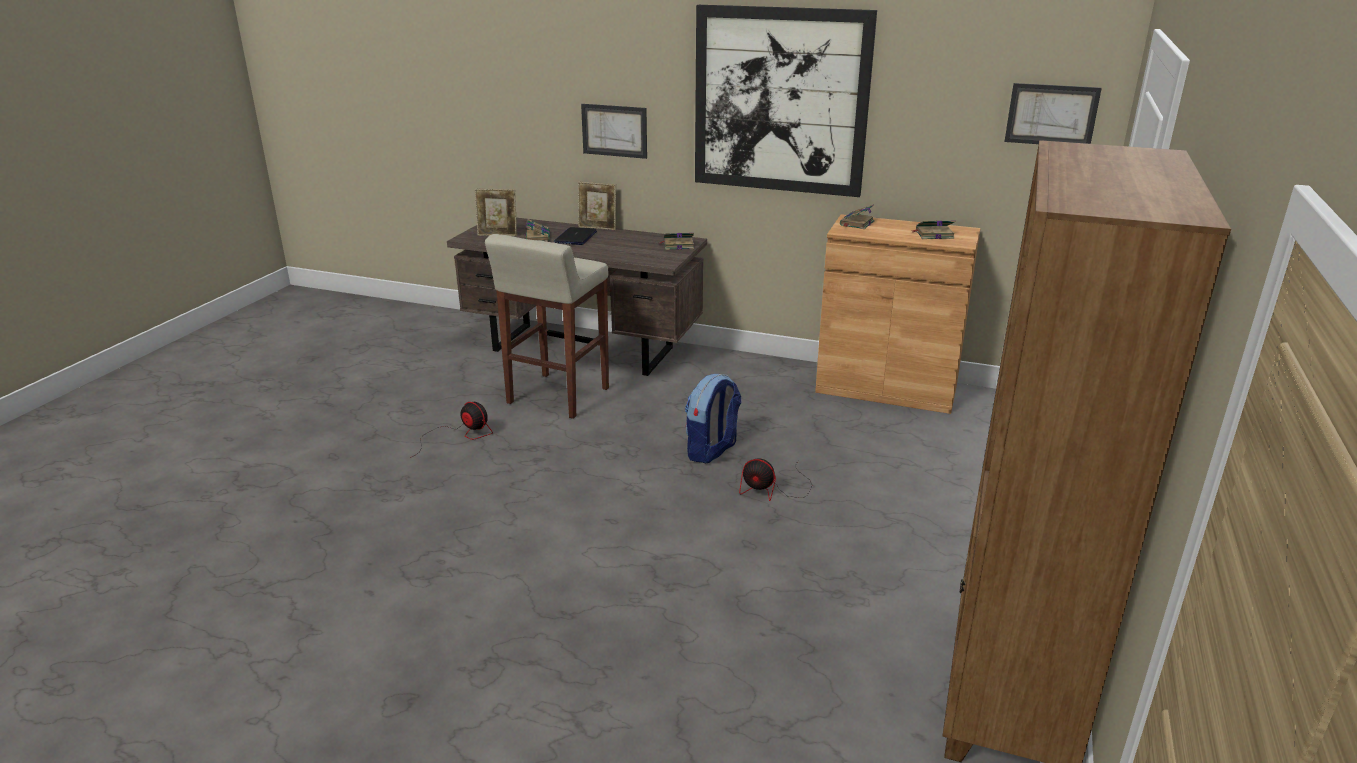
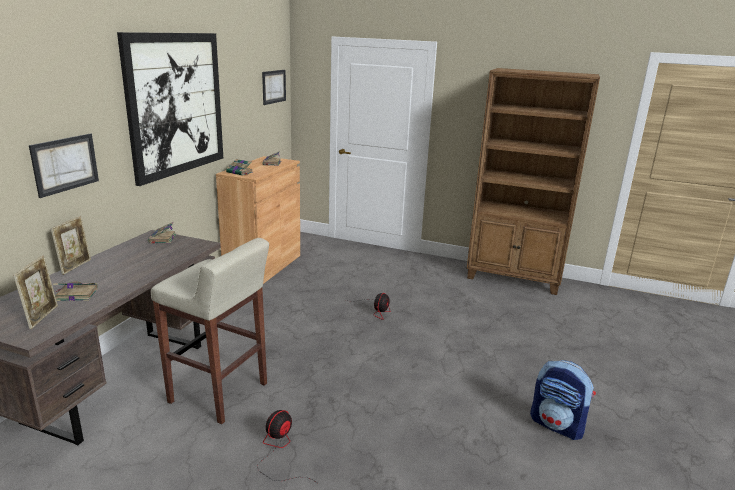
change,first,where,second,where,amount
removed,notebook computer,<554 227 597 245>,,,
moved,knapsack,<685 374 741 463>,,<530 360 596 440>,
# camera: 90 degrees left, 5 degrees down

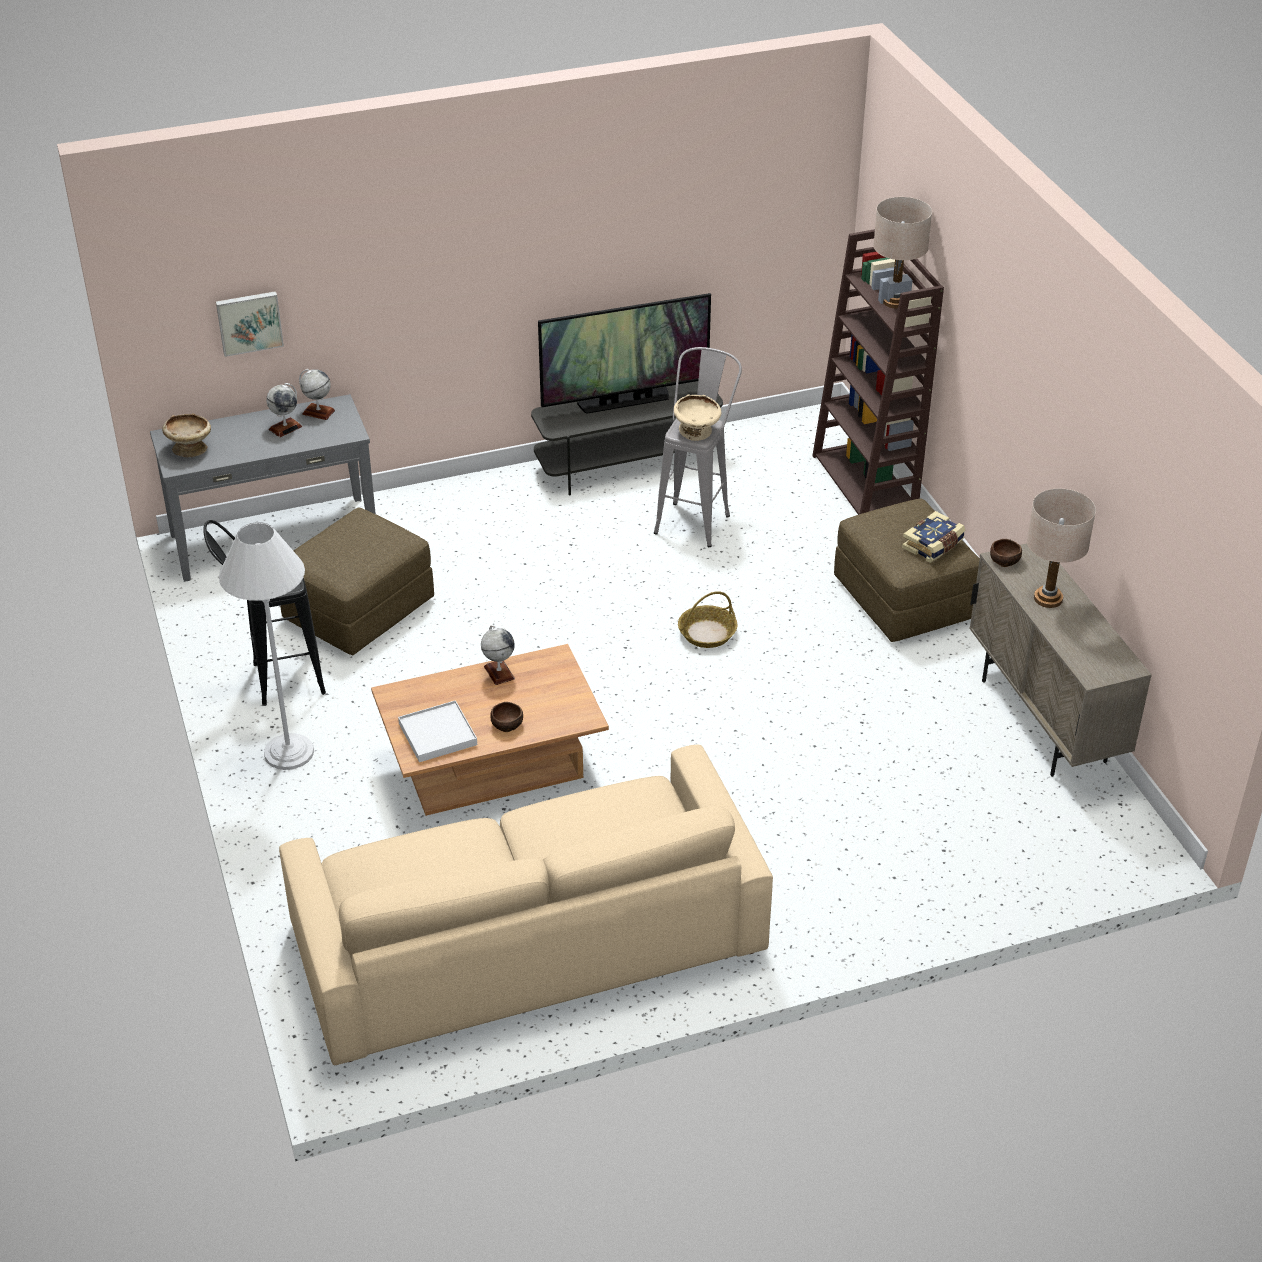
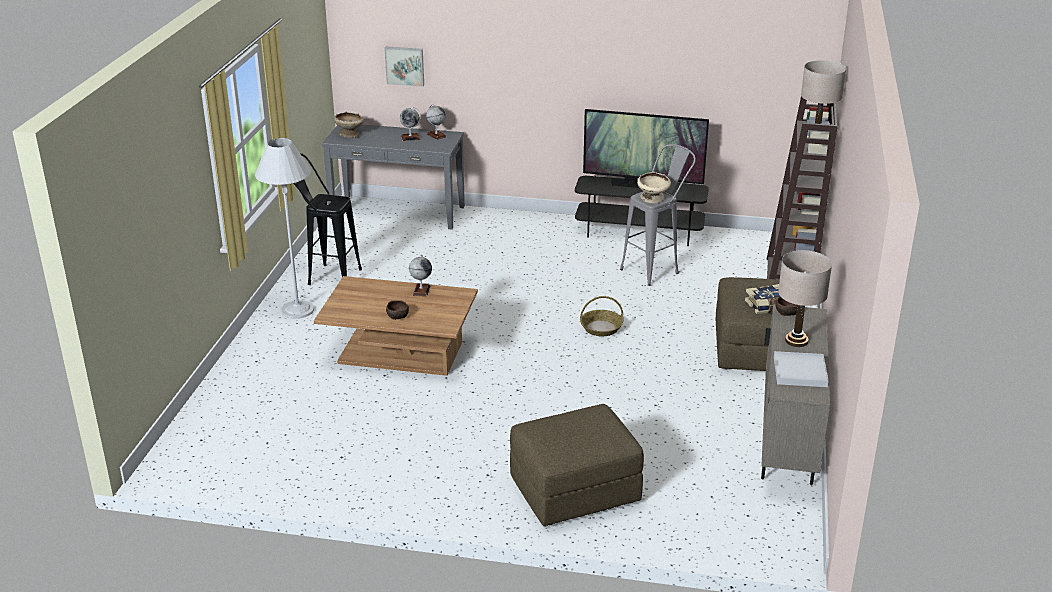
change,first,where,second,where,amount
moved,brown footrest,<280 508 434 655>,,<510 404 644 526>,
moved,white-coloured tray,<398 700 477 762>,,<774 351 829 387>,
removed,beige-coloured settee,<279 745 773 1065>,,,
# camera: 30 degrees right, 10 degrees down

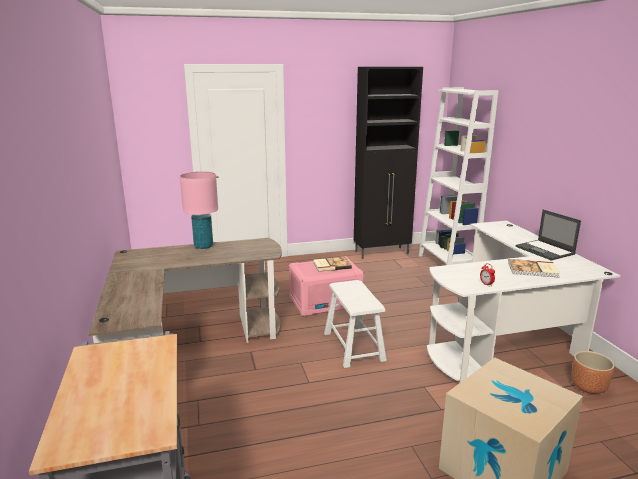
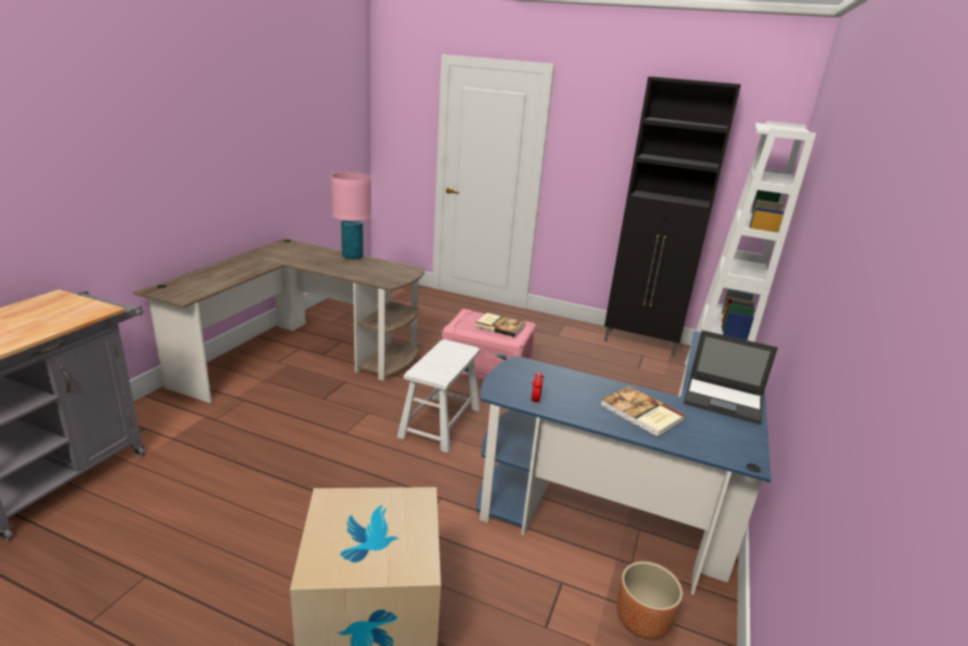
change,first,where,second,where,amount
turned,notebook computer,<516 210 581 261>,,<683 330 778 425>,75 degrees counterclockwise
recoloured,white-coloured desk table,<427 221 621 383>,blue desk table,<477 331 771 595>,
# camera: 35 degrees right, 5 degrees up

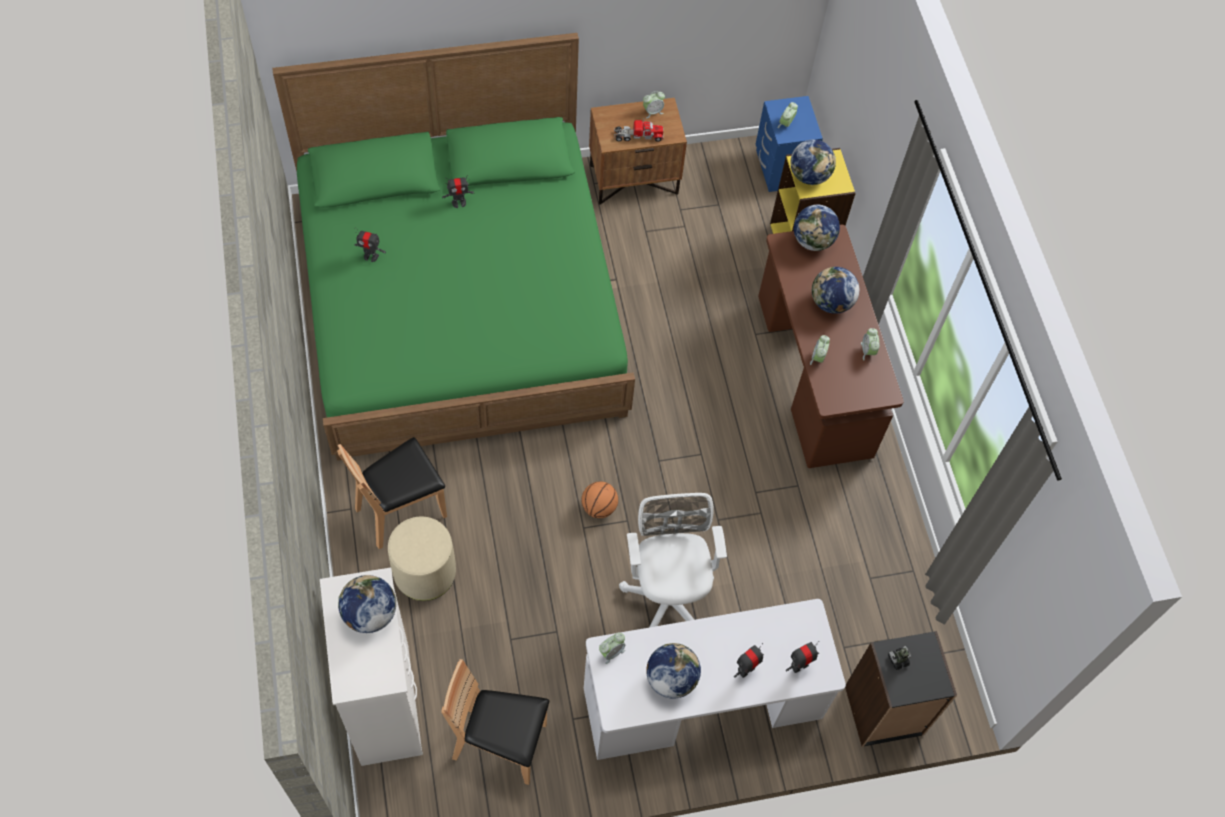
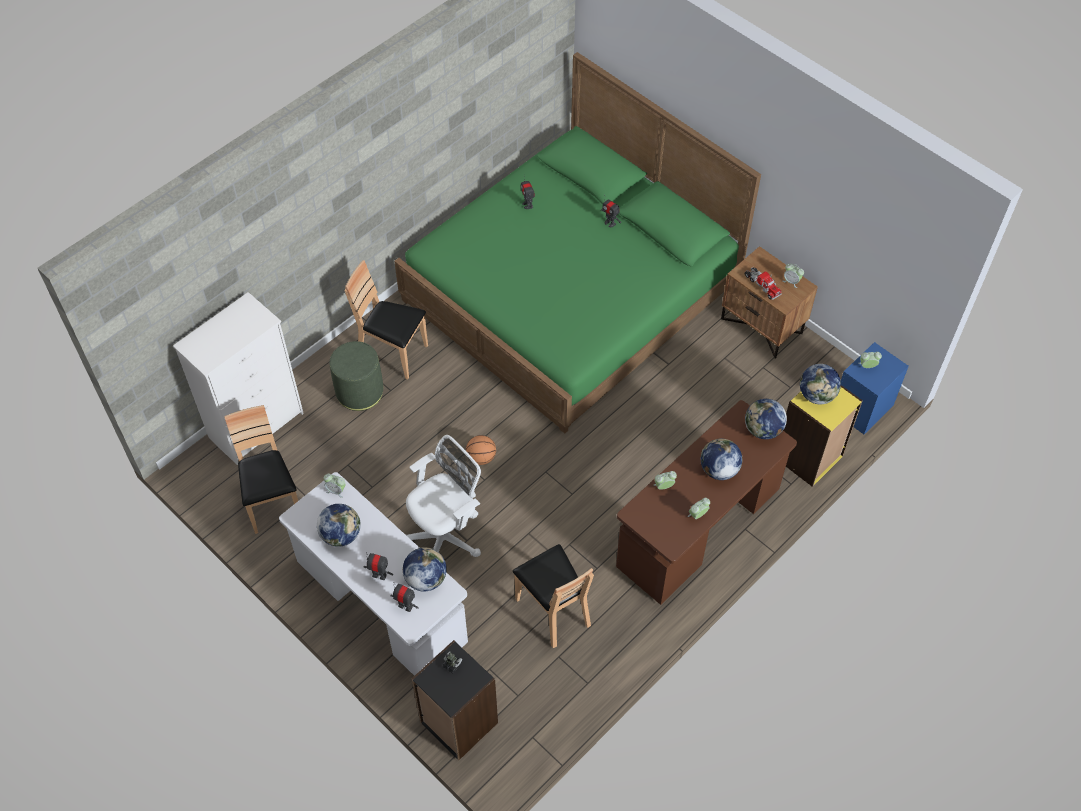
change,first,where,second,where,amount
recoloured,beige-coloured footrest,<388 517 456 601>,green-coloured footrest,<330 341 383 411>,
moved,world globe,<338 575 396 633>,,<403 547 447 592>,
added,,,brown plain chair,<513 544 594 648>,
# camera: 60 degrees right, 5 degrees down

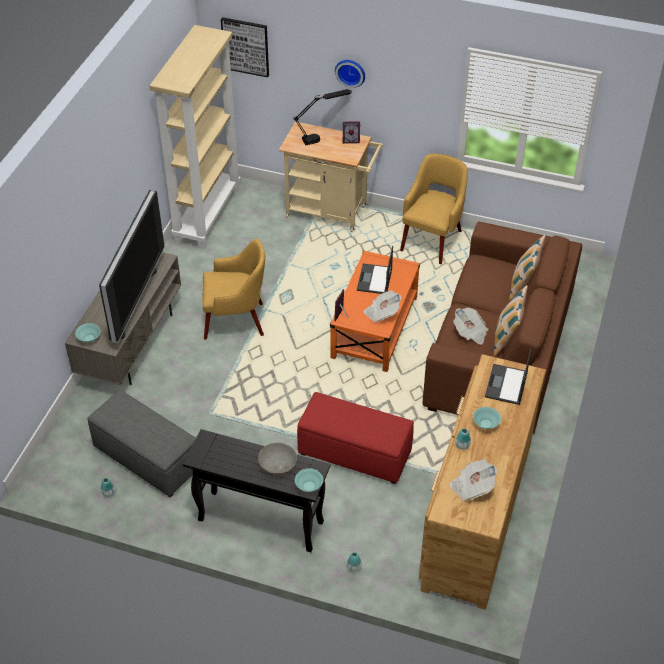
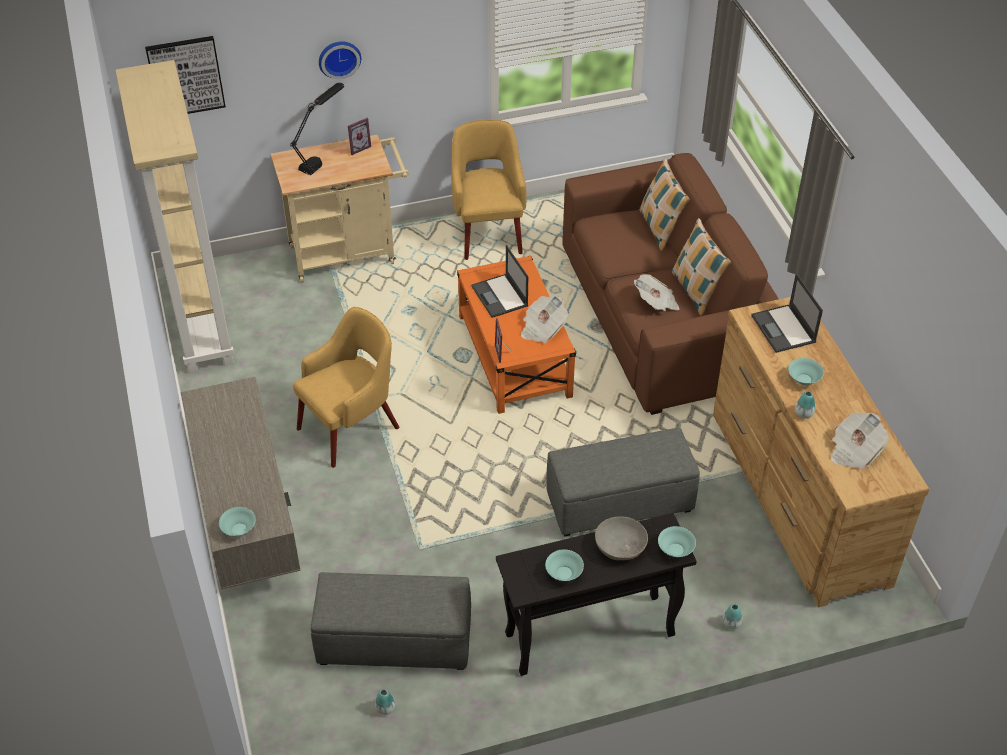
change,first,where,second,where,amount
removed,television,<99 190 165 343>,,,
recoloured,red footrest,<297 392 414 484>,grey footrest,<546 427 700 537>,
added,,,turquoise-coloured serving bowl,<545 549 584 581>,
# camera: 35 degrees left, 0 degrees up

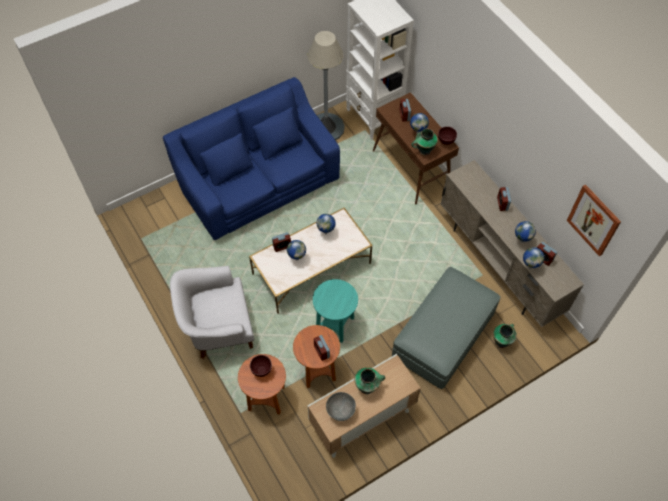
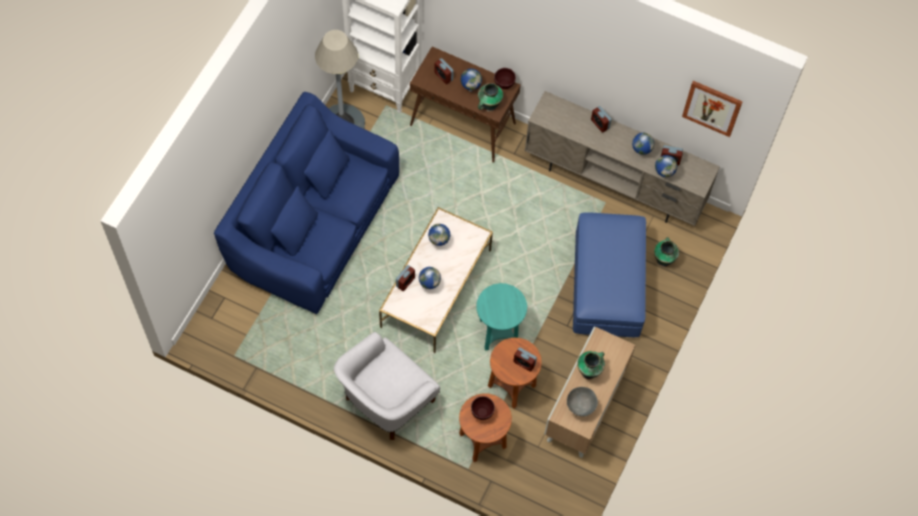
change,first,where,second,where,amount
recoloured,grey footrest,<392 267 500 389>,blue footrest,<573 212 646 337>,
# camera: 35 degrees left, 5 degrees up

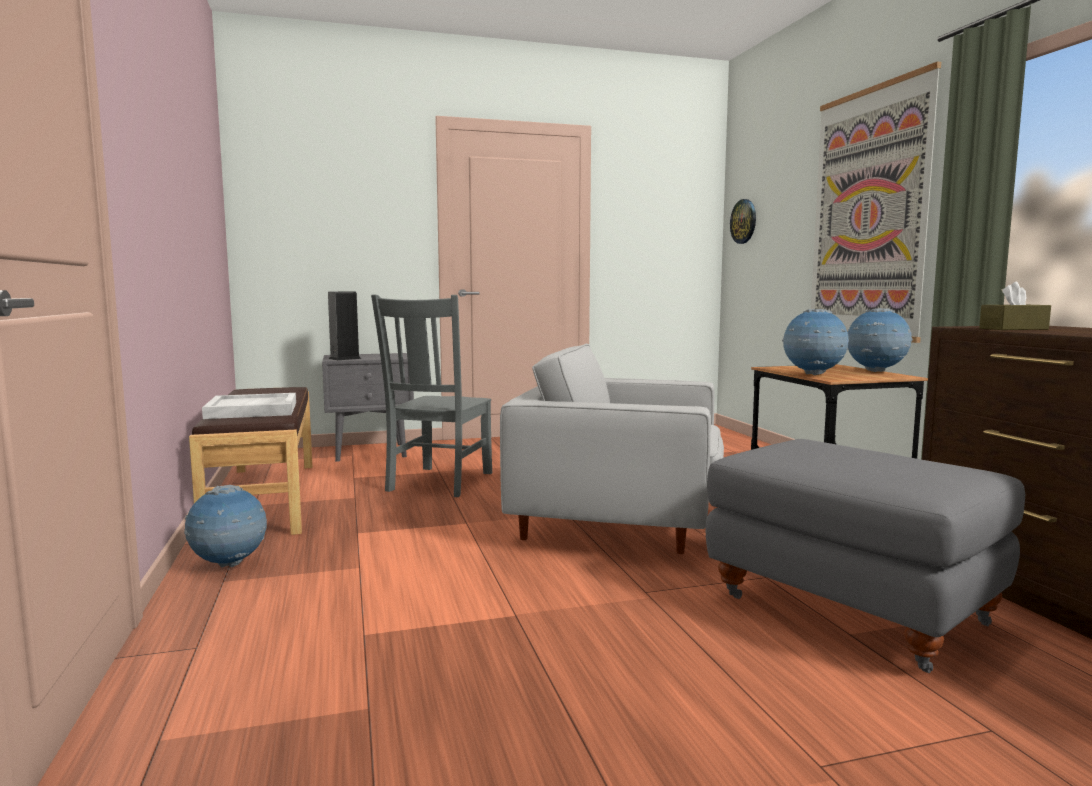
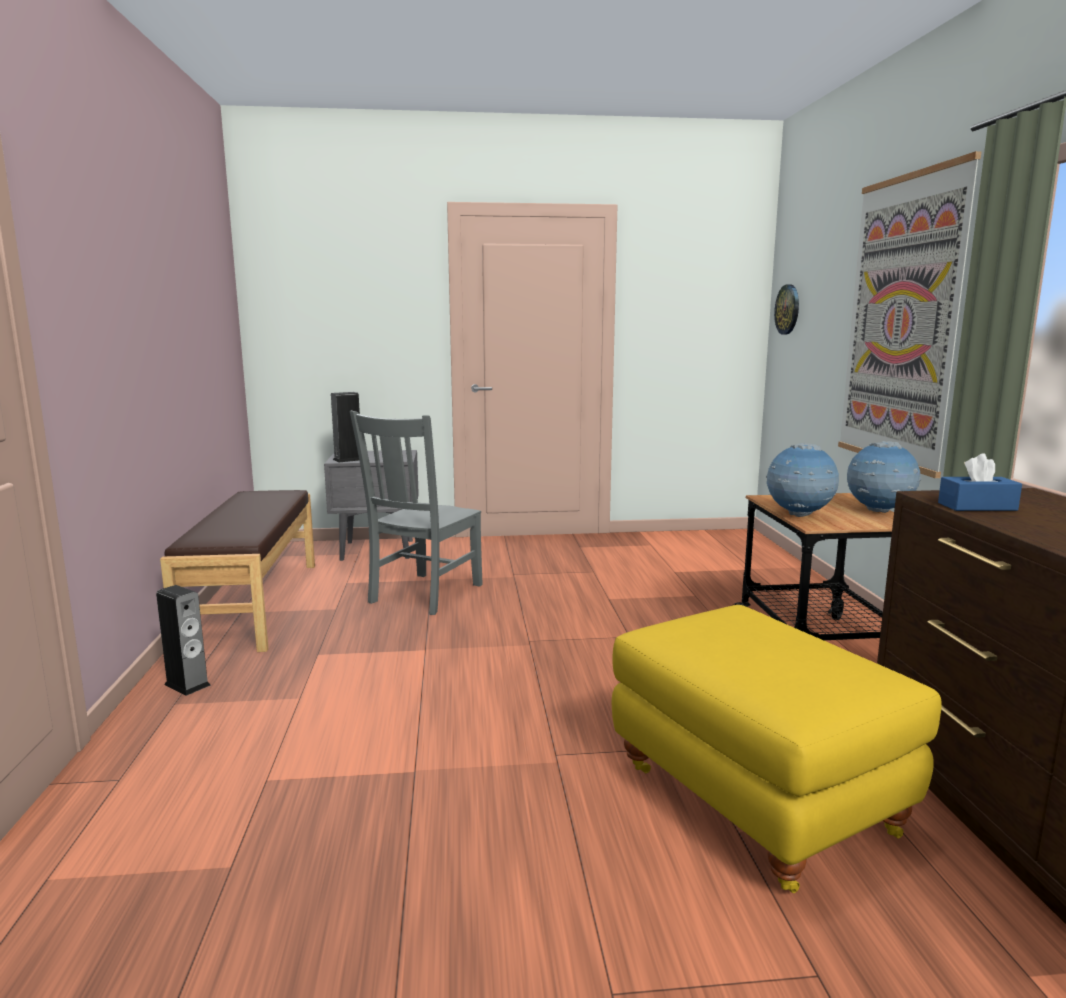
change,first,where,second,where,amount
recoloured,brown tissue box,<979 282 1051 330>,blue tissue box,<938 453 1022 511>,
removed,white-coloured easy chair,<500 344 724 554>,,,
removed,white-coloured tray,<202 393 296 419>,,,
recoloured,grey footrest,<706 439 1025 673>,yellowish footrest,<612 605 942 893>,
replaced,world globe,<184 485 267 568>,audio speaker,<156 585 211 696>,
# camera: 10 degrees right, 5 degrees up

